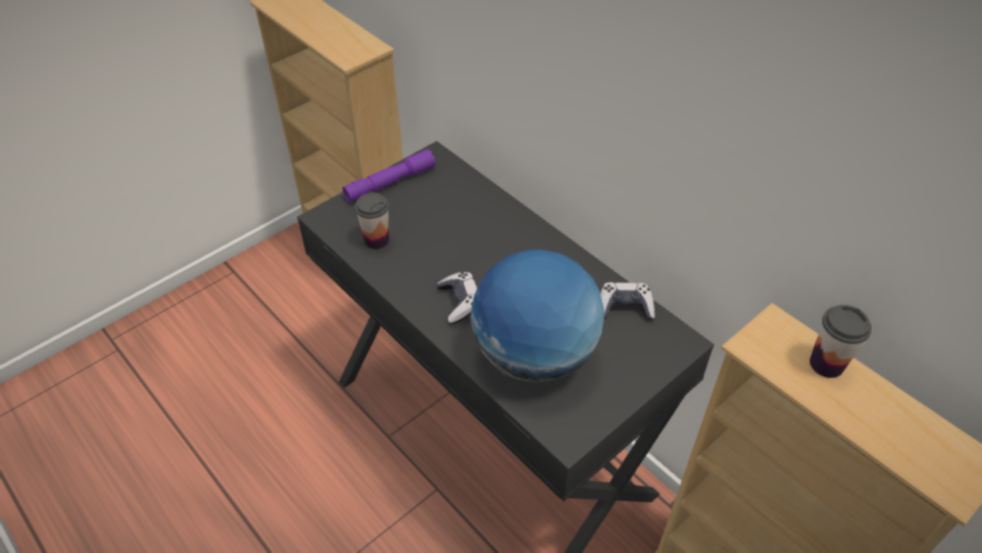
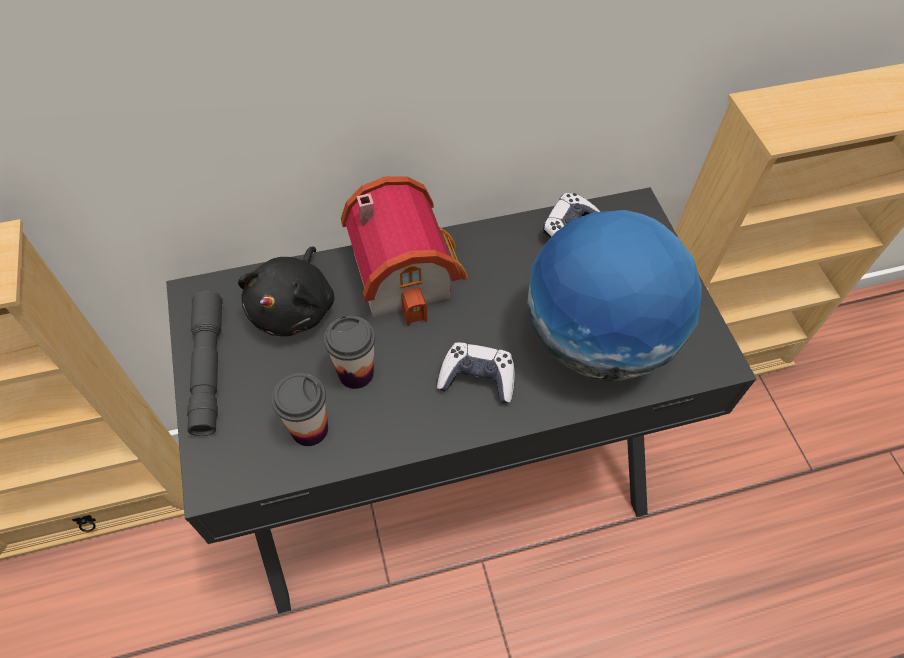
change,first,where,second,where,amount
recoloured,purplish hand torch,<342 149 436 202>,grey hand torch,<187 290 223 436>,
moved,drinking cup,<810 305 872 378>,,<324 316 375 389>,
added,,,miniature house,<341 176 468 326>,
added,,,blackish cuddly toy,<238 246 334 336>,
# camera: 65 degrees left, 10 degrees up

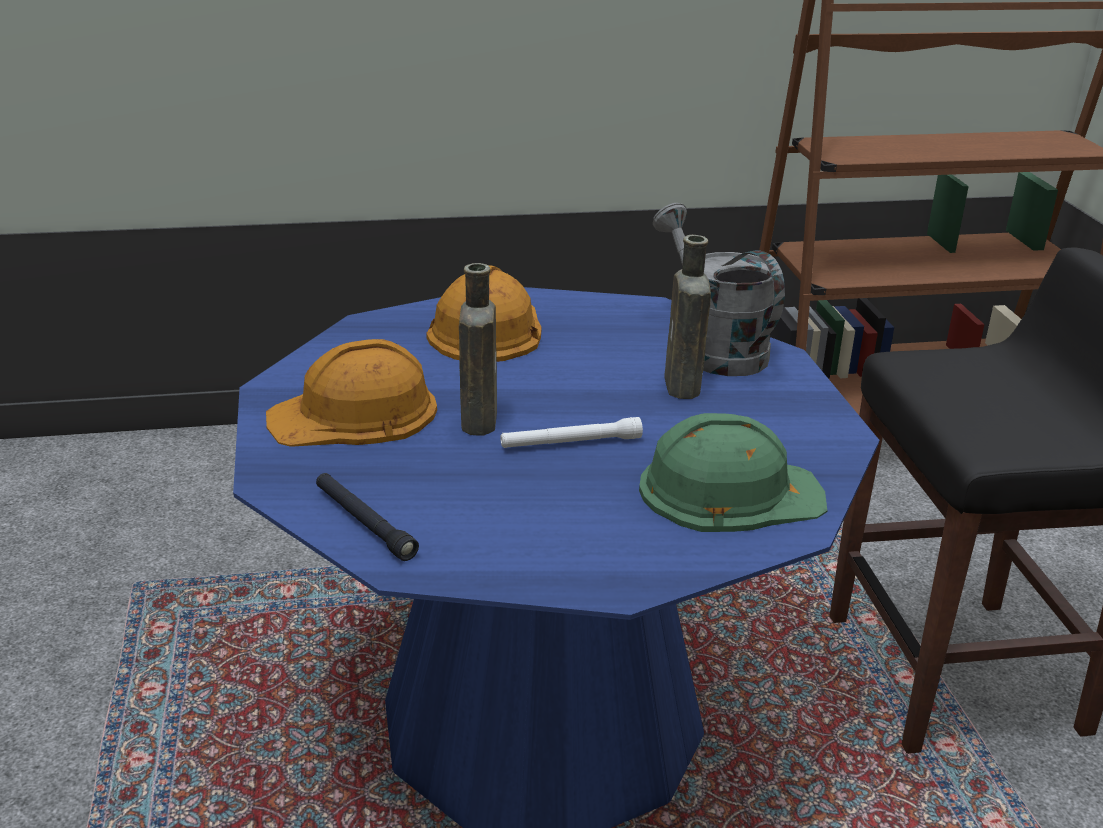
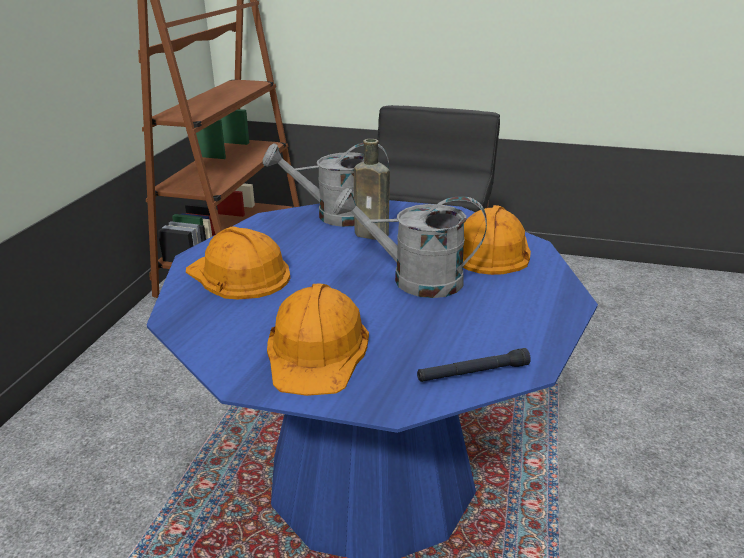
change,first,where,second,where,amount
removed,brown drink bottle,<459 263 497 436>,,,
recoloured,green-coloured work helmet,<639 413 827 532>,orangey work helmet,<463 205 531 275>,
replaced,white-coloured hand torch,<500 417 643 448>,grey watering can,<333 188 487 298>,
# camera: 65 degrees left, 0 degrees up

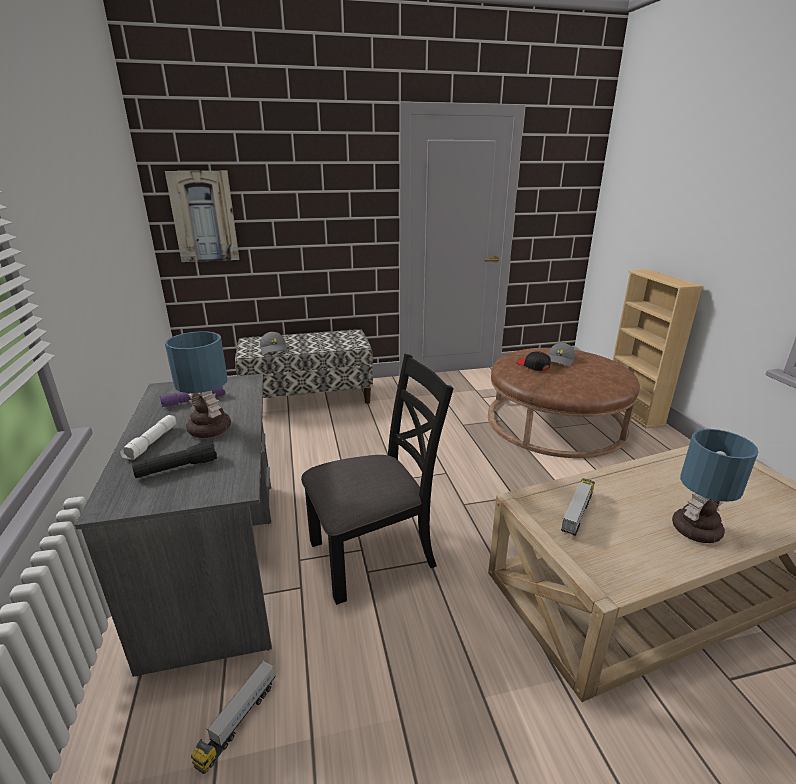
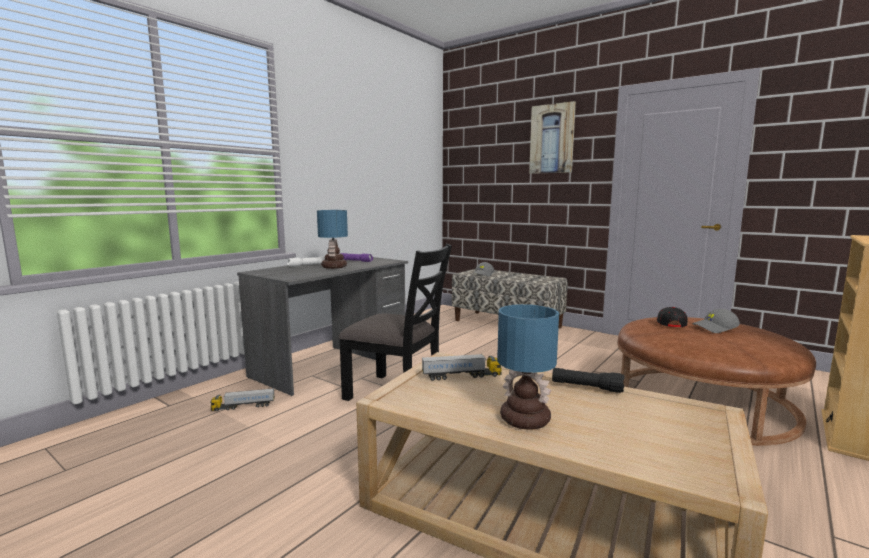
change,first,where,second,where,amount
moved,picture,<165 171 239 262>,,<529 101 576 174>,
moved,blackish hand torch,<132 441 217 478>,,<552 368 625 393>,
# camera: 50 degrees right, 15 degrees down

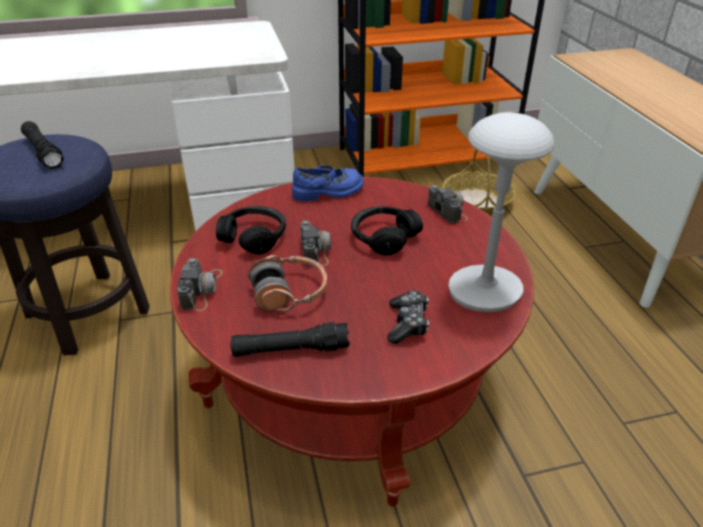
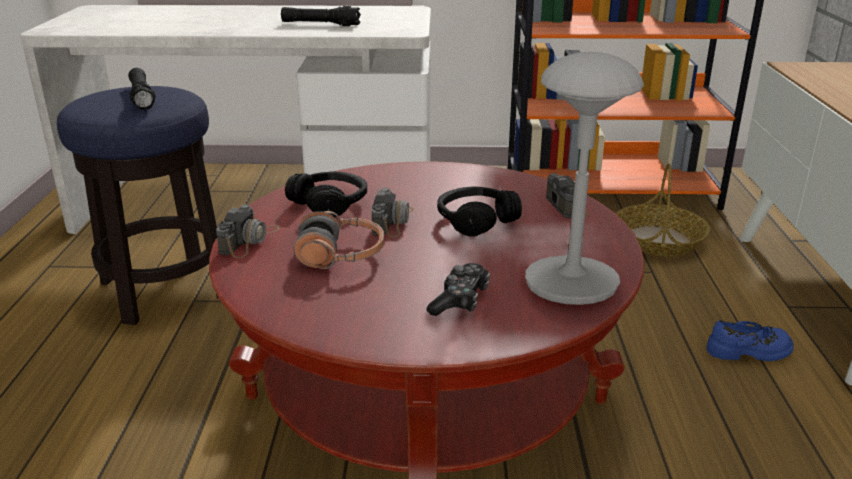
change,first,where,second,where,amount
moved,blue low shoe,<292 165 364 202>,,<707 320 794 361>,
moved,blackish hand torch,<230 322 350 357>,,<281 6 361 26>,
# camera: 15 degrees right, 10 degrees down

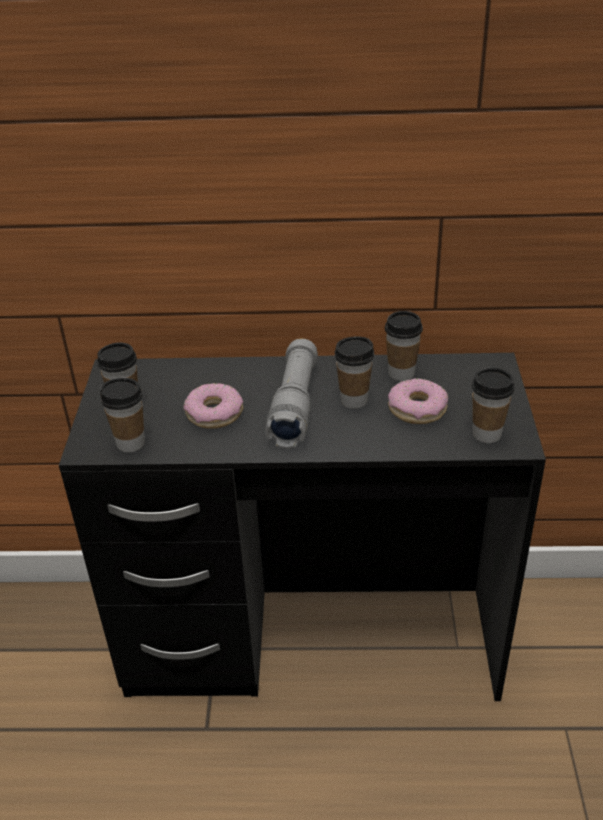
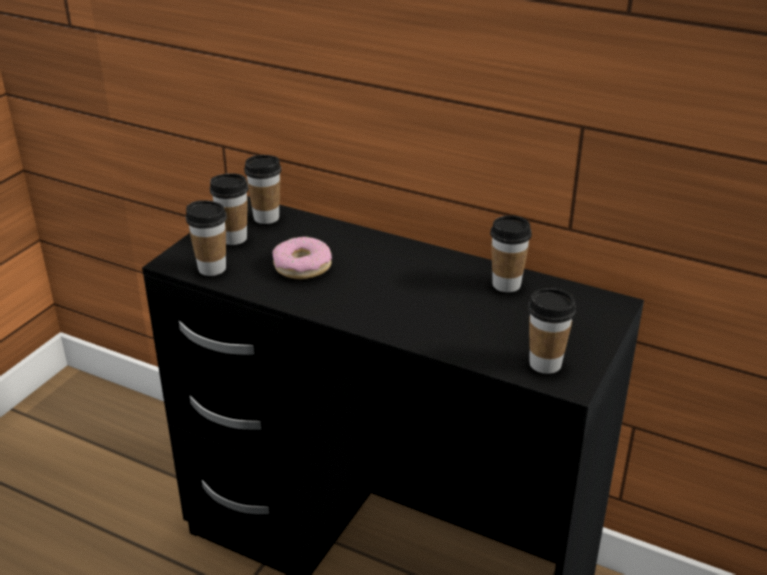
change,first,where,second,where,amount
moved,drinking cup,<335 337 374 409>,,<244 155 281 224>,
removed,grey hand torch,<265 339 318 449>,,,
removed,ring doughnut,<388 378 448 424>,,,
# camera: 25 degrees right, 5 degrees down

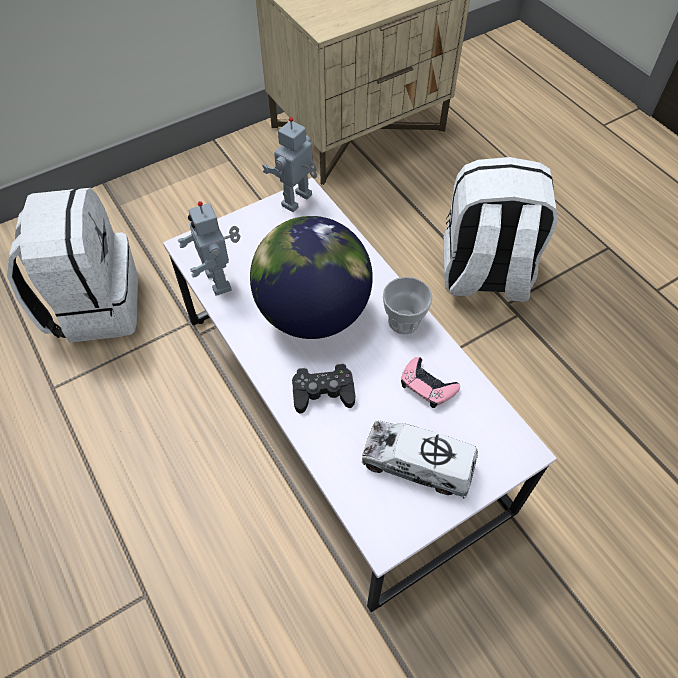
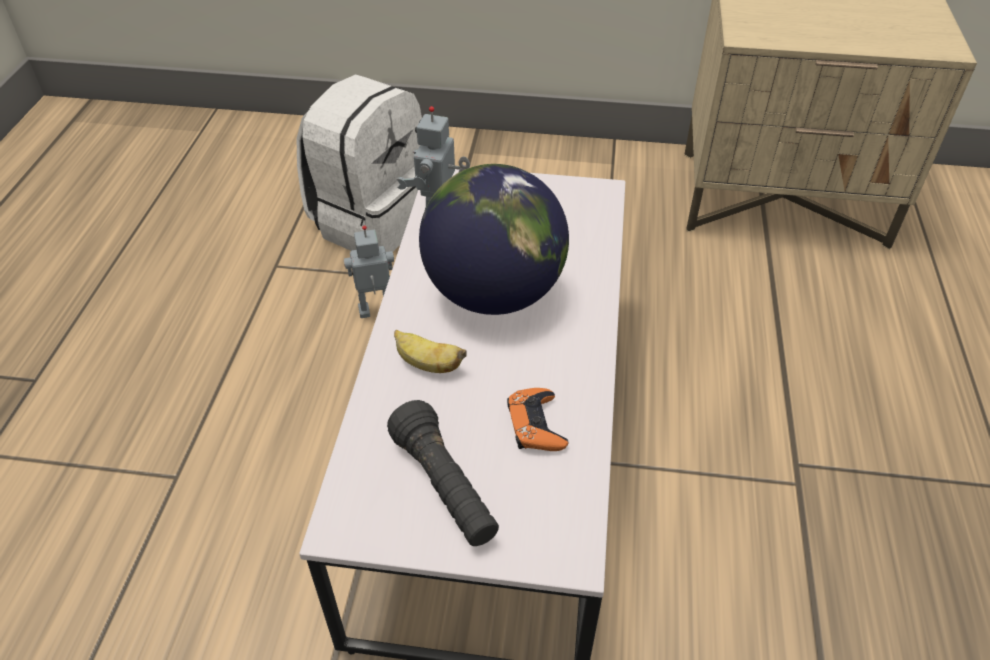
change,first,where,second,where,amount
moved,toy robot,<262 117 317 212>,,<344 225 394 318>,
removed,white-coloured knapsack,<443 157 558 302>,,,
removed,drinking cup,<383 277 432 334>,,,
recoloured,pink-coloured game controller,<401 357 460 408>,orangey game controller,<507 388 568 451>,
replaced,blackish game controller,<292 364 355 413>,whole banana,<394 330 467 373>,
replaced,toy truck,<362 421 478 498>,blackish hand torch,<387 400 499 546>,
# camera: 40 degrees right, 10 degrees down

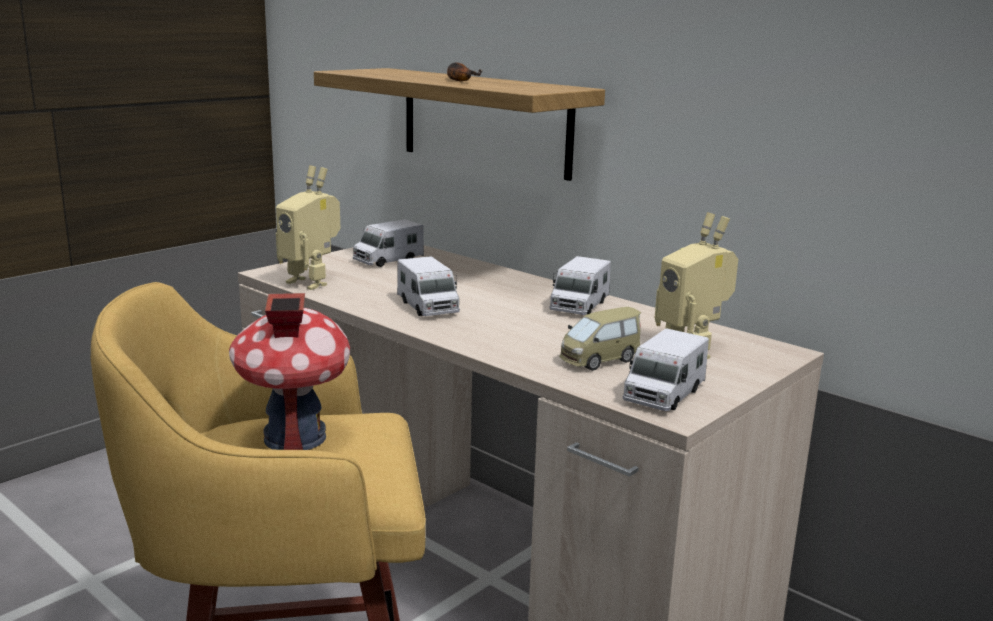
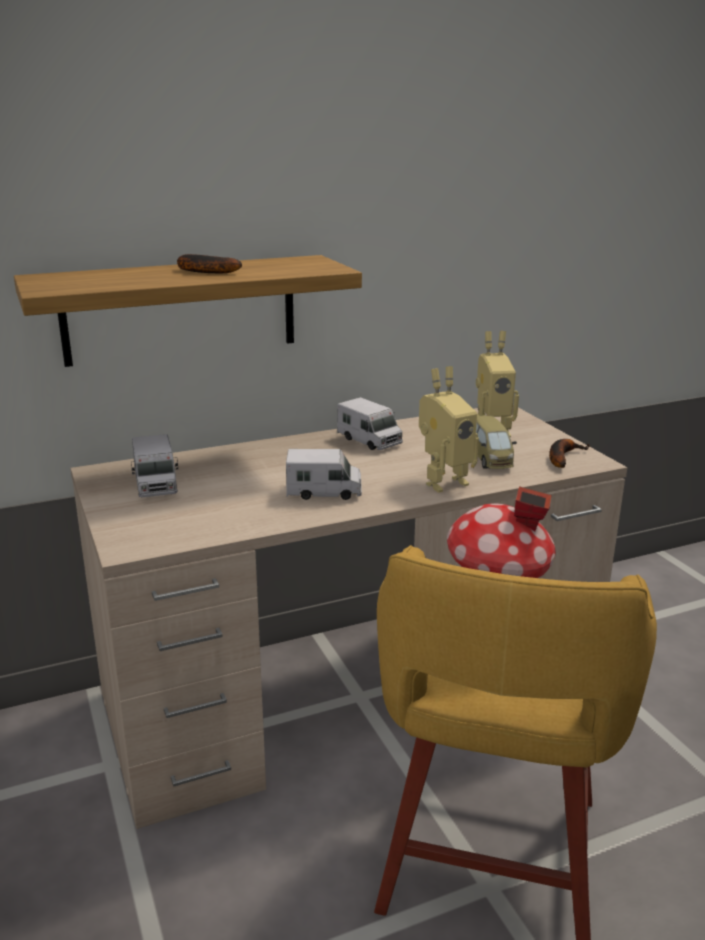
change,first,where,second,where,amount
moved,toy robot,<276 165 340 290>,,<419 366 479 493>,
replaced,toy truck,<623 328 709 411>,whole banana,<549 439 590 468>,
# camera: 65 degrees left, 5 degrees up

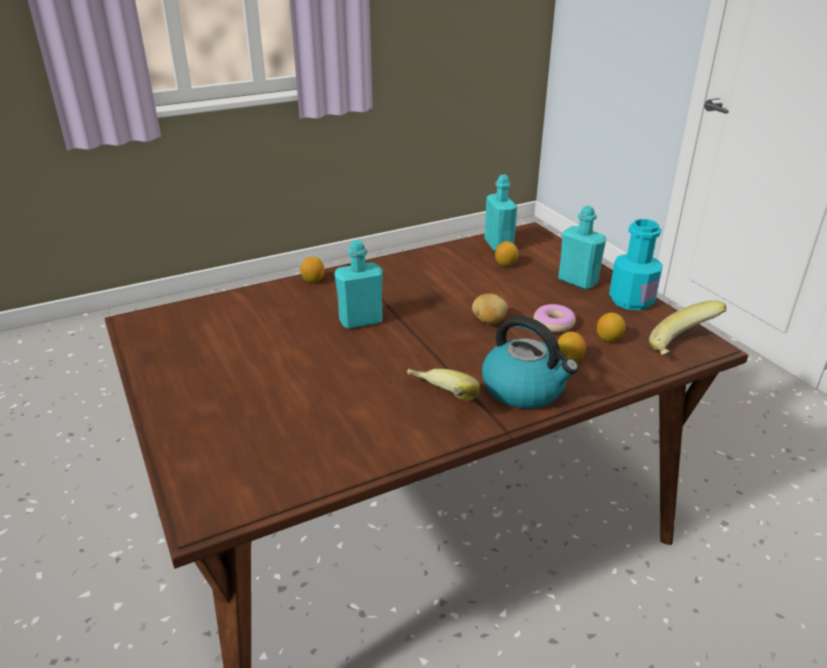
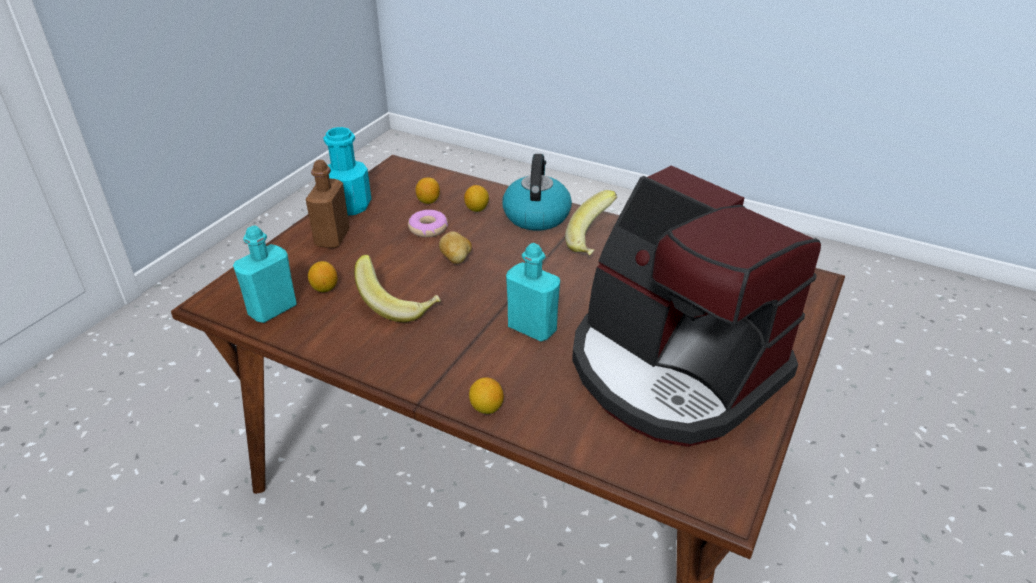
change,first,where,second,where,amount
recoloured,turquoise-coloured drink bottle,<559 206 606 290>,brown drink bottle,<306 160 350 248>,
moved,whole banana,<649 300 726 355>,,<354 255 441 322>,
added,,,coffee machine,<572 165 821 447>,
# camera: 125 degrees left, 5 degrees up

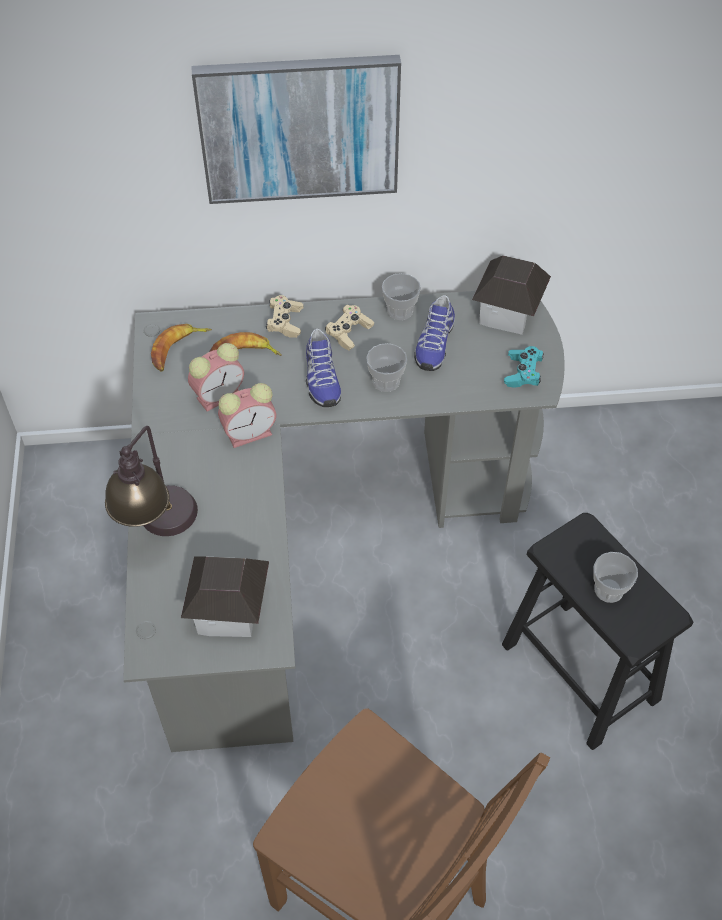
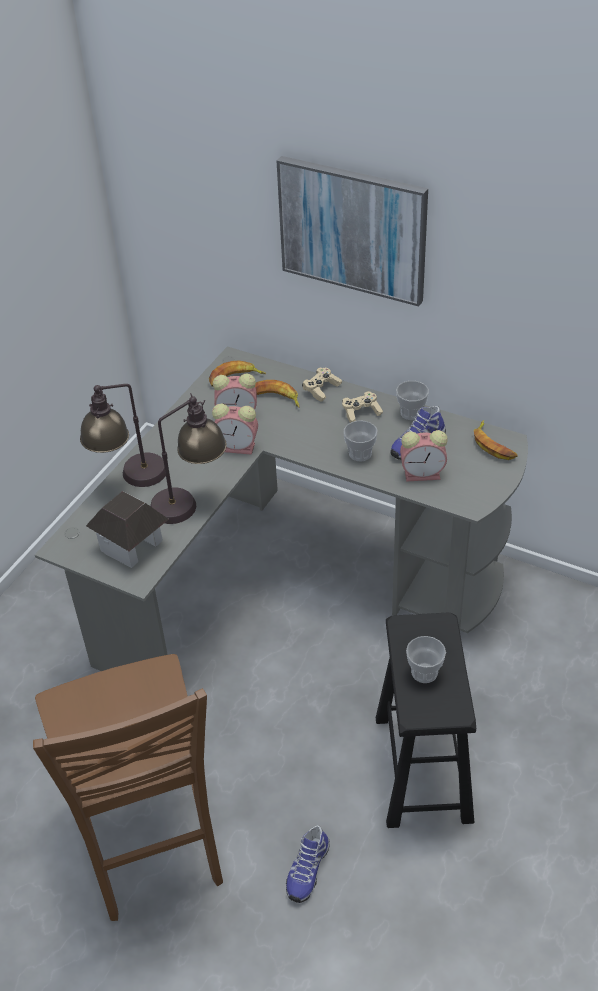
change,first,where,second,where,amount
replaced,miniature house,<472 255 551 335>,whole banana,<474 420 518 460>,
moved,low shoe,<306 328 341 407>,,<286 825 330 903>,
removed,turquoise-coloured game controller,<504 346 544 388>,,,
added,,,table lamp,<150 393 227 524>,
added,,,alarm clock,<400 430 448 482>,
# camera: 35 degrees right, 10 degrees down

